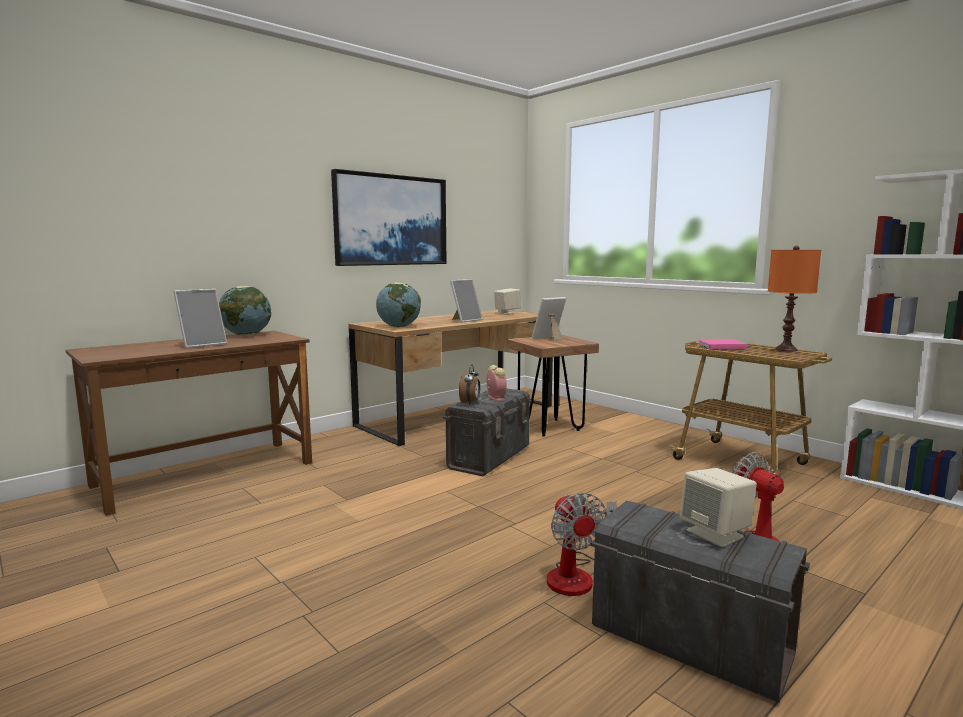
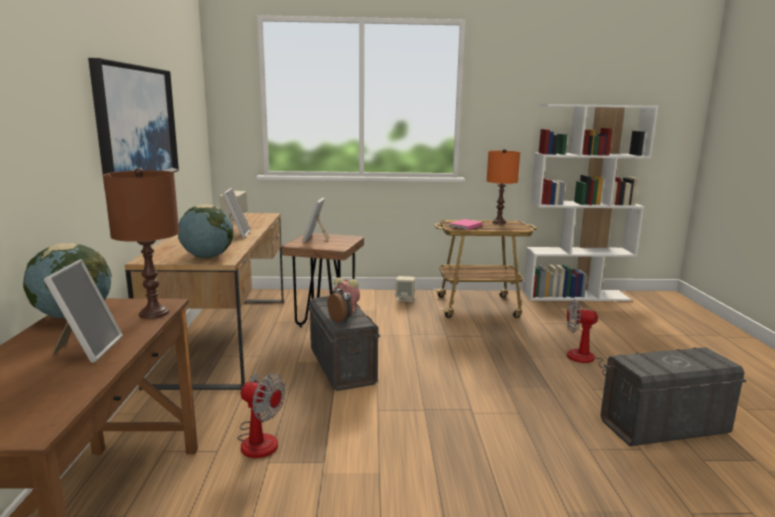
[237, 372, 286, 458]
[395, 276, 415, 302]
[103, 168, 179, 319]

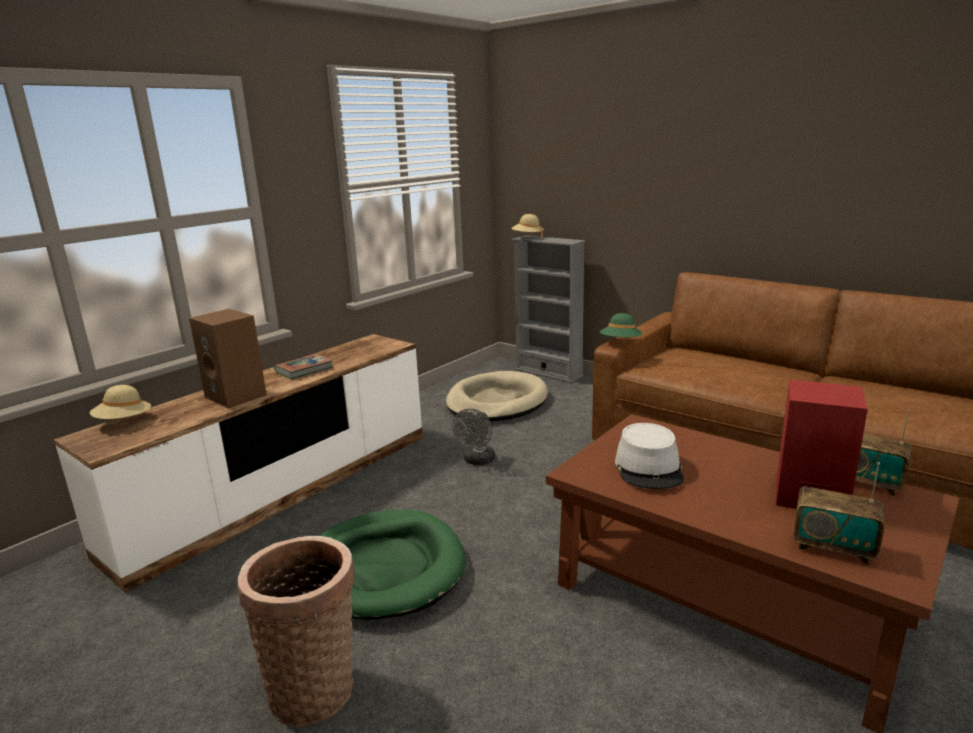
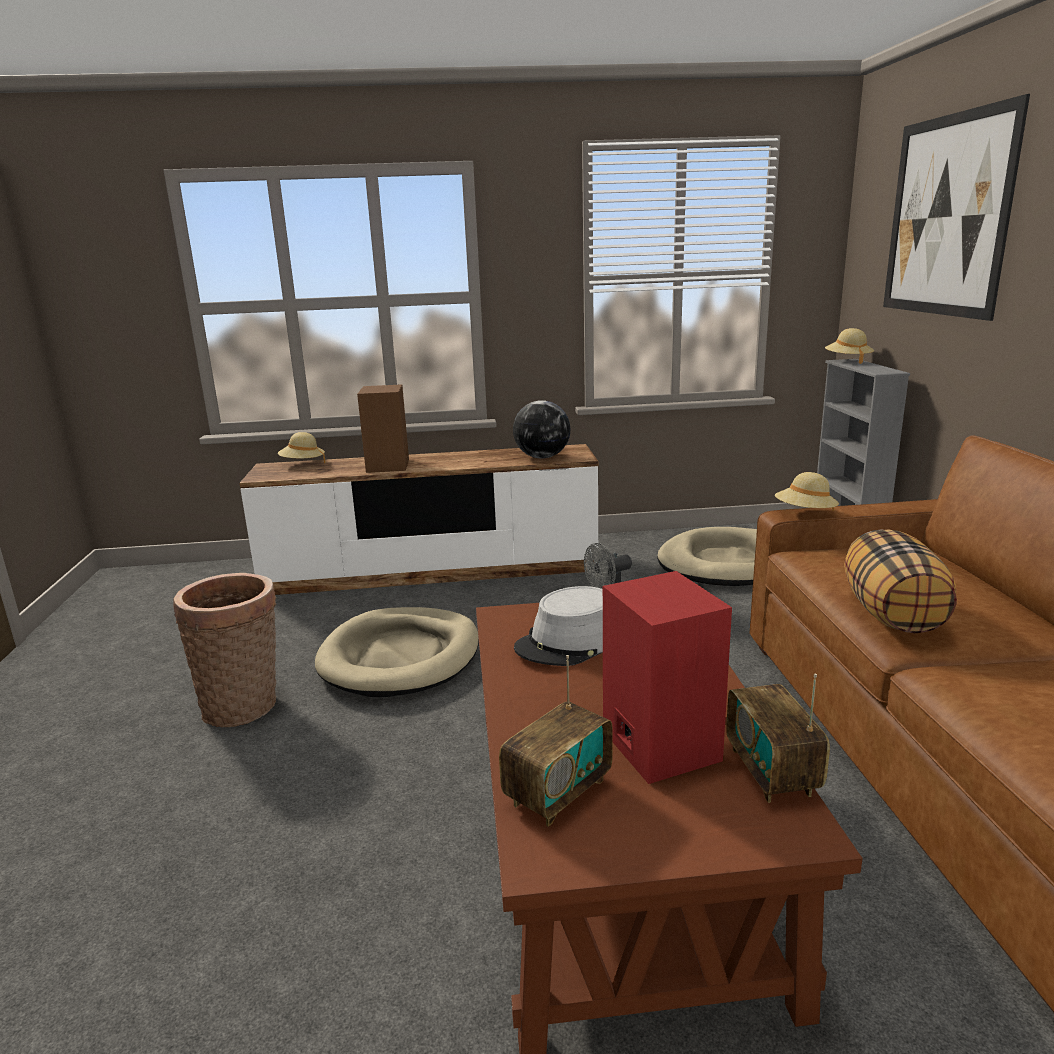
[274, 354, 333, 379] (first image)
[315, 607, 479, 697]
[775, 472, 839, 511]
[499, 655, 613, 827]
[513, 400, 570, 459]
[844, 529, 957, 633]
[883, 94, 1030, 321]

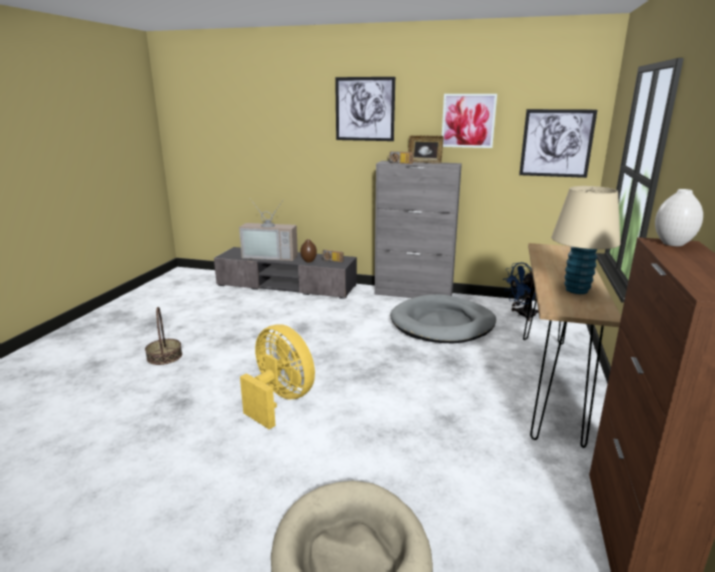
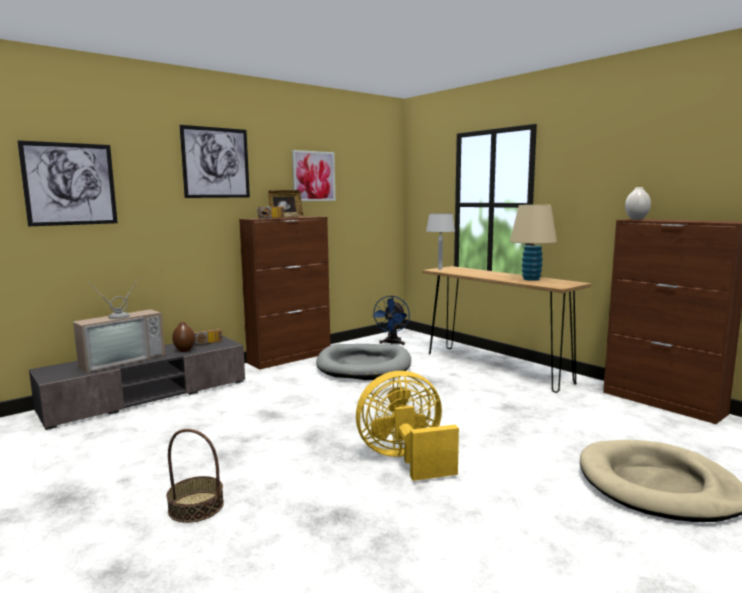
[239, 216, 331, 370]
[17, 140, 118, 226]
[426, 213, 455, 269]

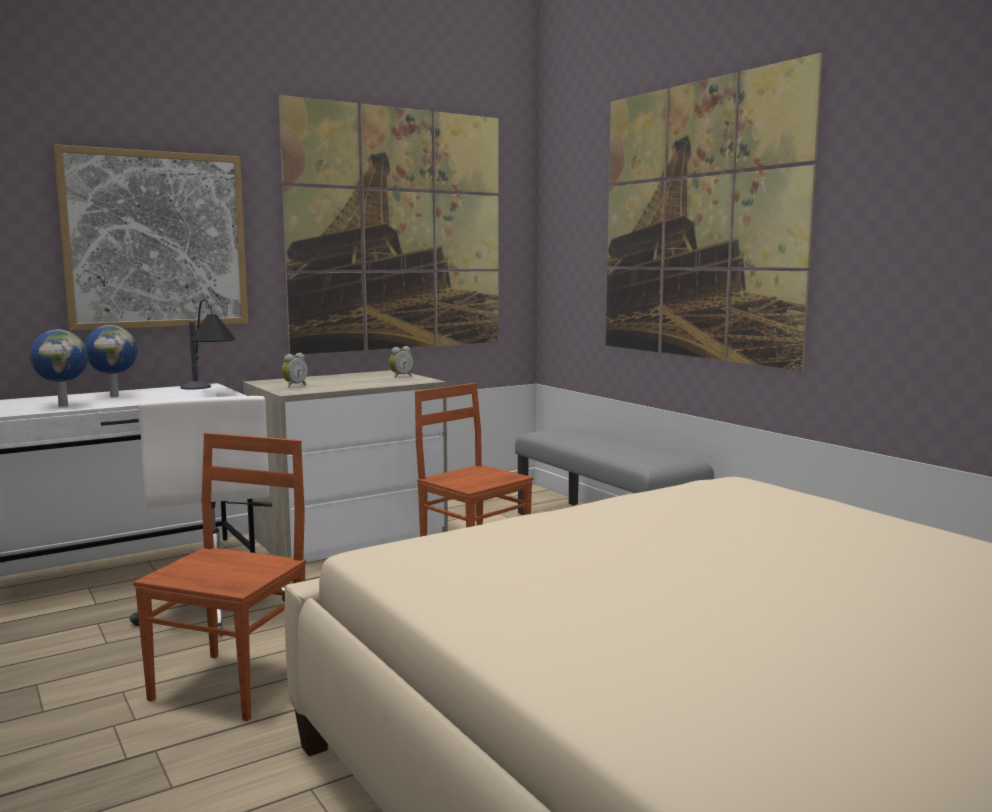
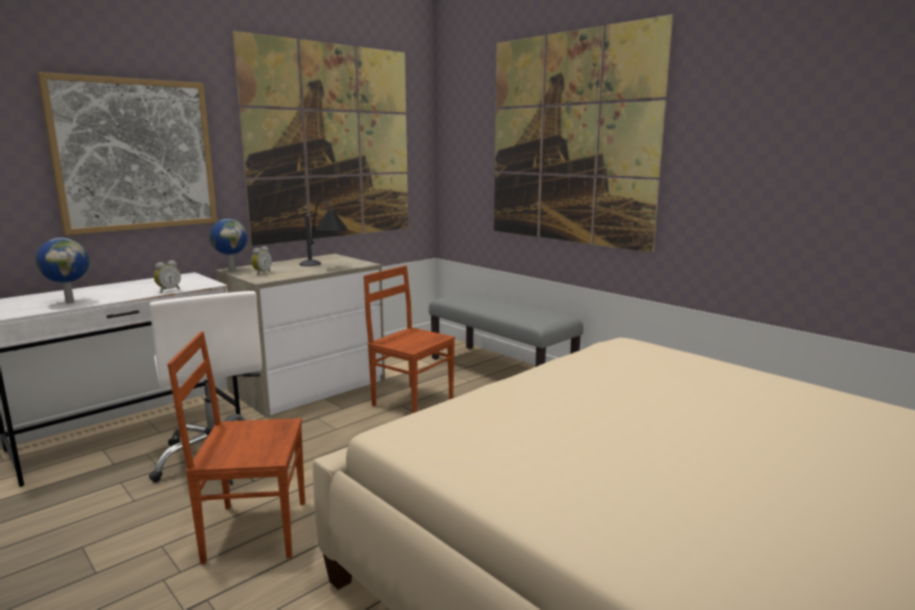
[210, 219, 248, 271]
[167, 331, 305, 564]
[299, 199, 347, 266]
[154, 260, 181, 293]

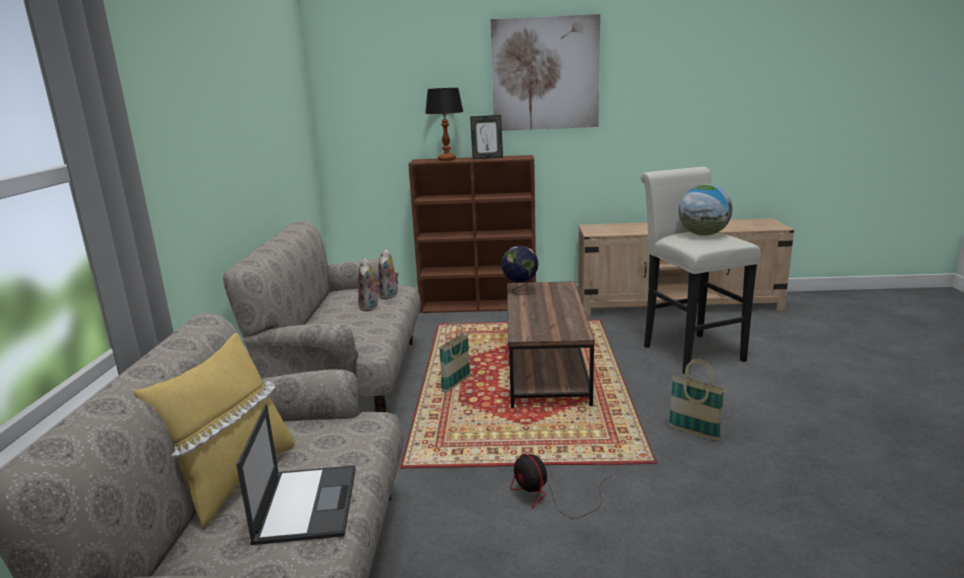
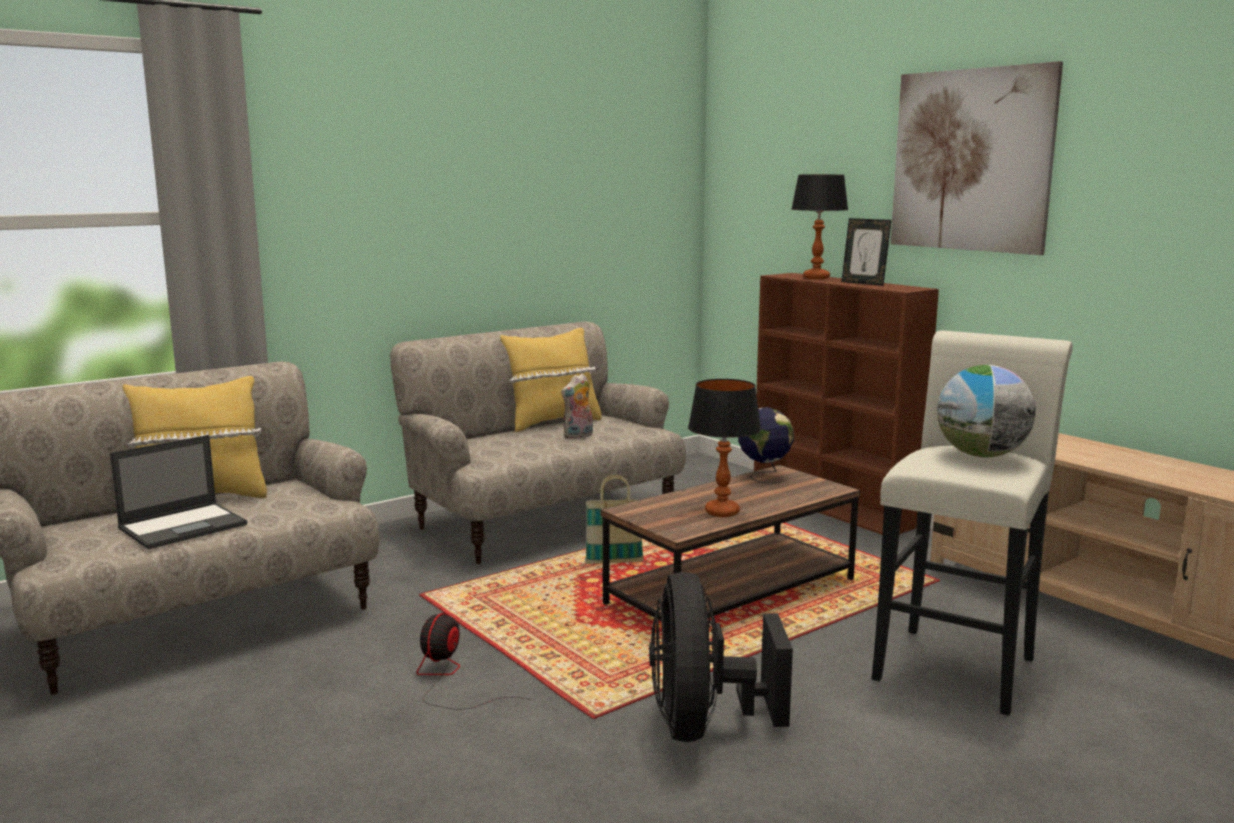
[378, 249, 399, 299] (first image)
[649, 572, 793, 742]
[500, 328, 602, 432]
[688, 379, 761, 517]

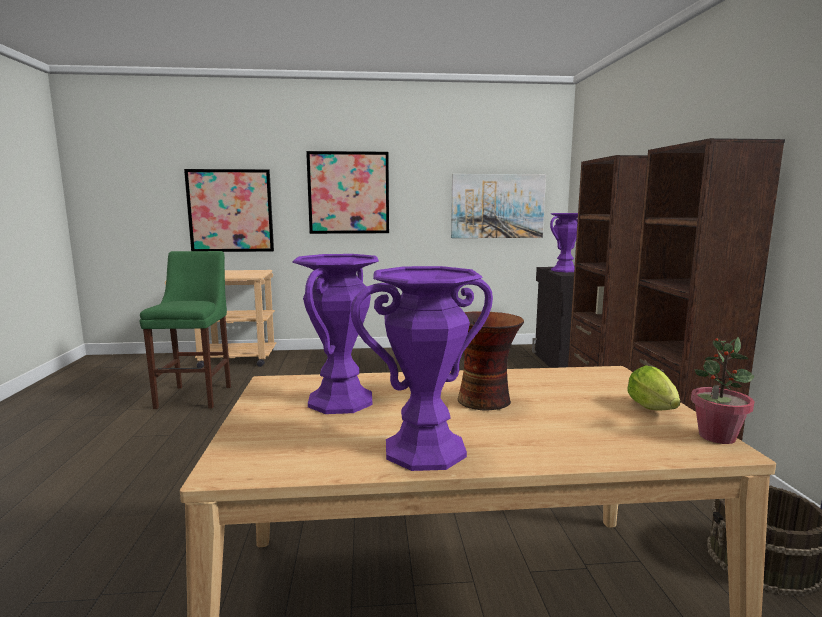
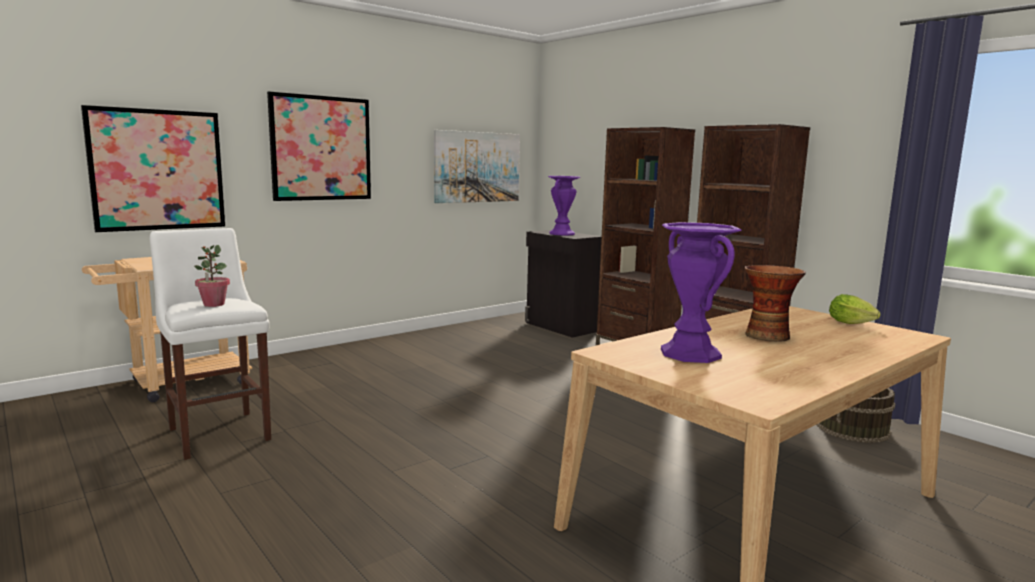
[150, 228, 271, 460]
[351, 266, 493, 471] (first image)
[194, 245, 230, 307]

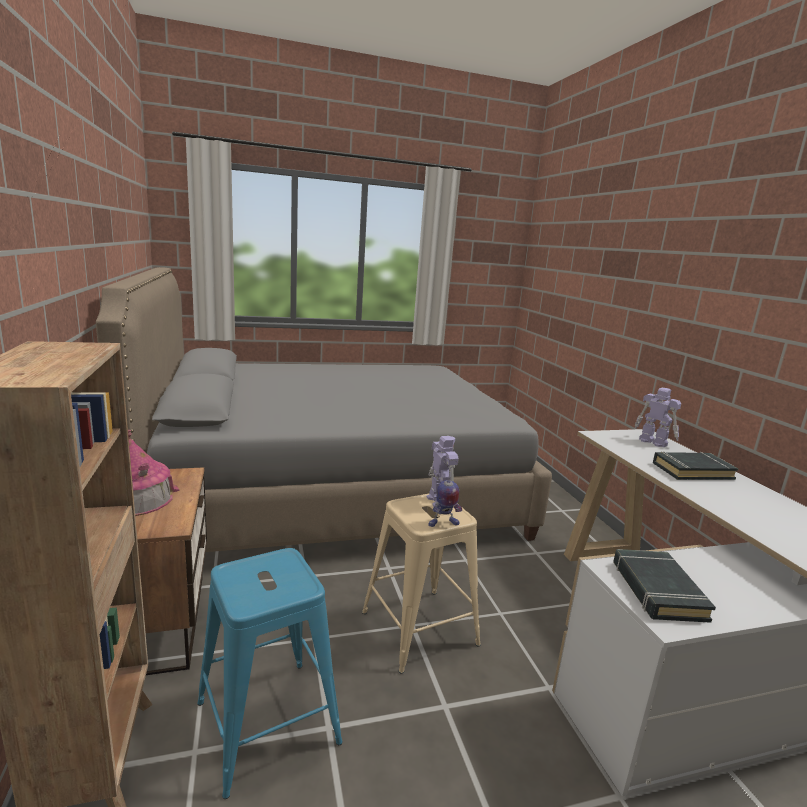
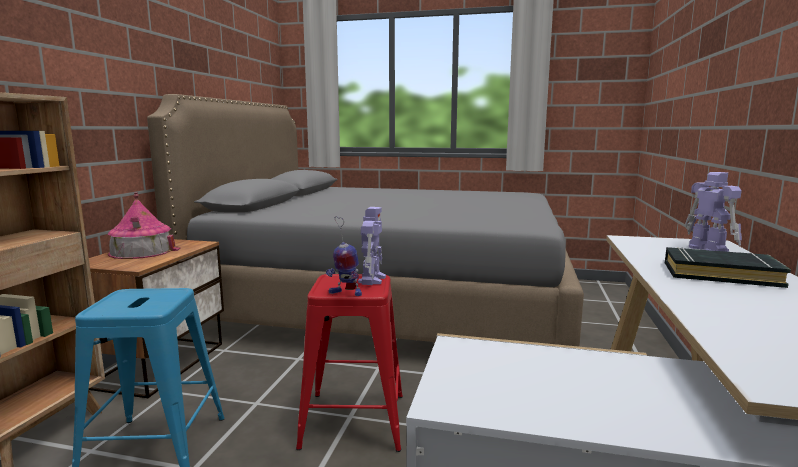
[296, 274, 403, 452]
[613, 549, 716, 623] (first image)

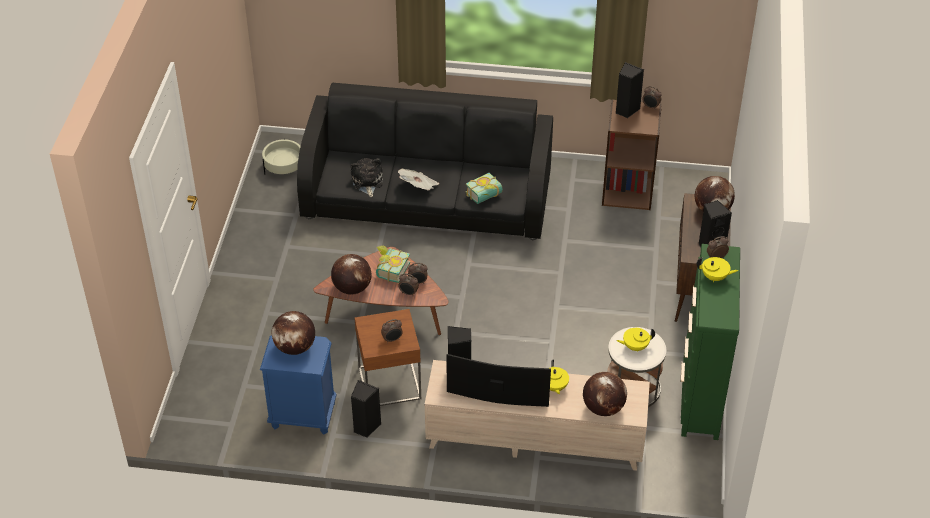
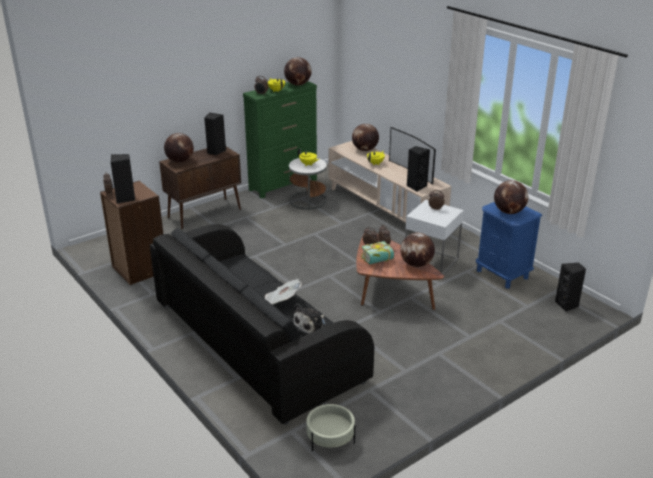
[555, 263, 586, 312]
[405, 200, 464, 275]
[466, 173, 503, 204] (first image)
[284, 57, 312, 86]

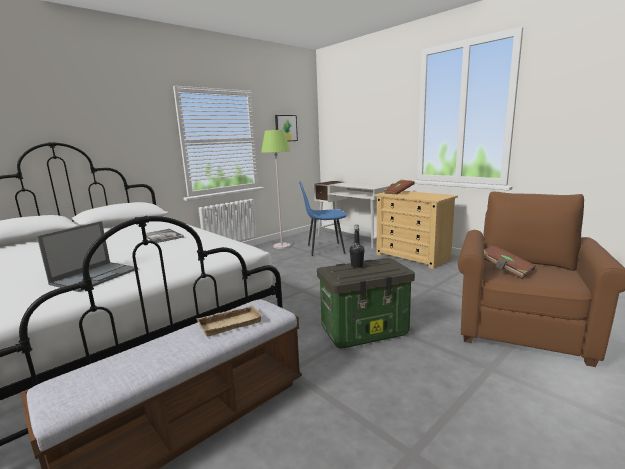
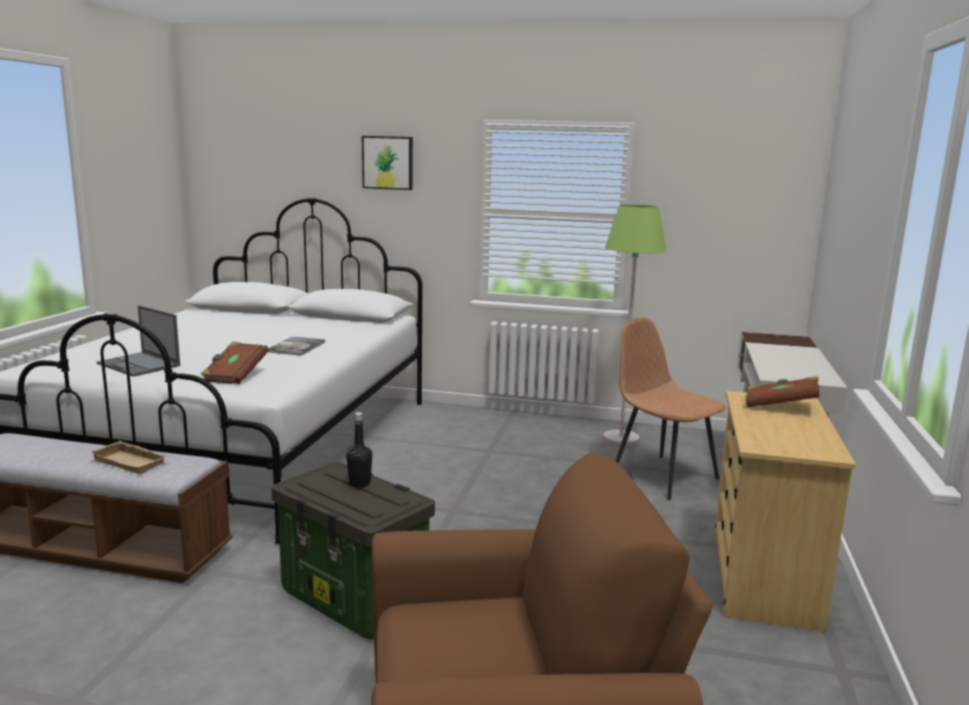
[97, 305, 180, 377]
[362, 136, 413, 190]
[615, 318, 726, 500]
[201, 341, 269, 384]

